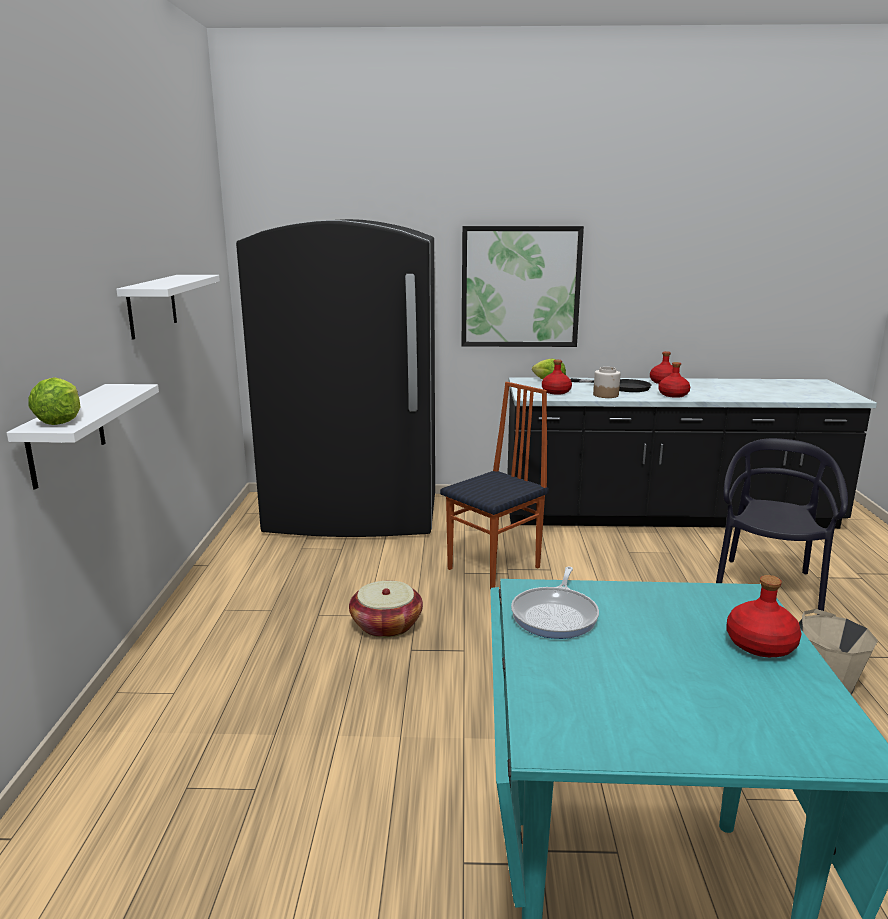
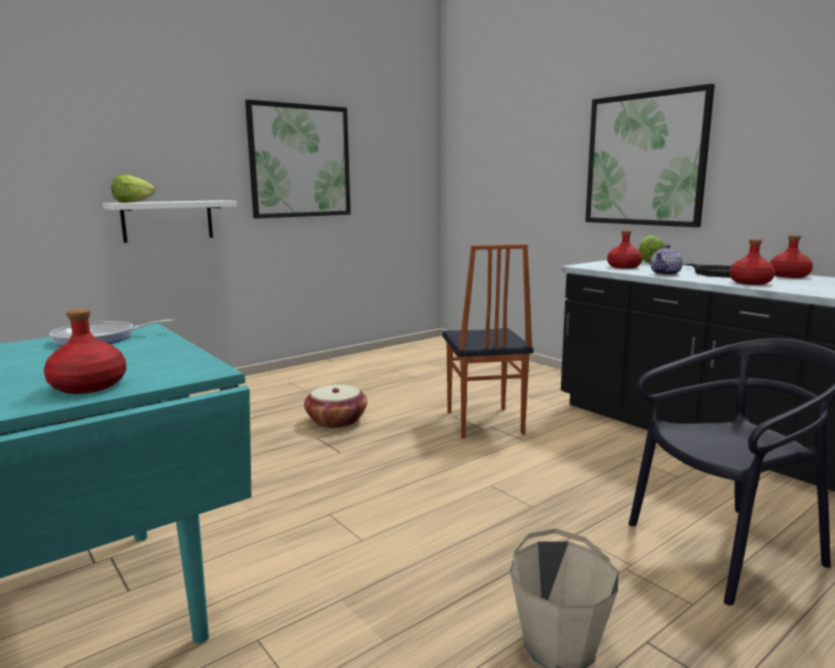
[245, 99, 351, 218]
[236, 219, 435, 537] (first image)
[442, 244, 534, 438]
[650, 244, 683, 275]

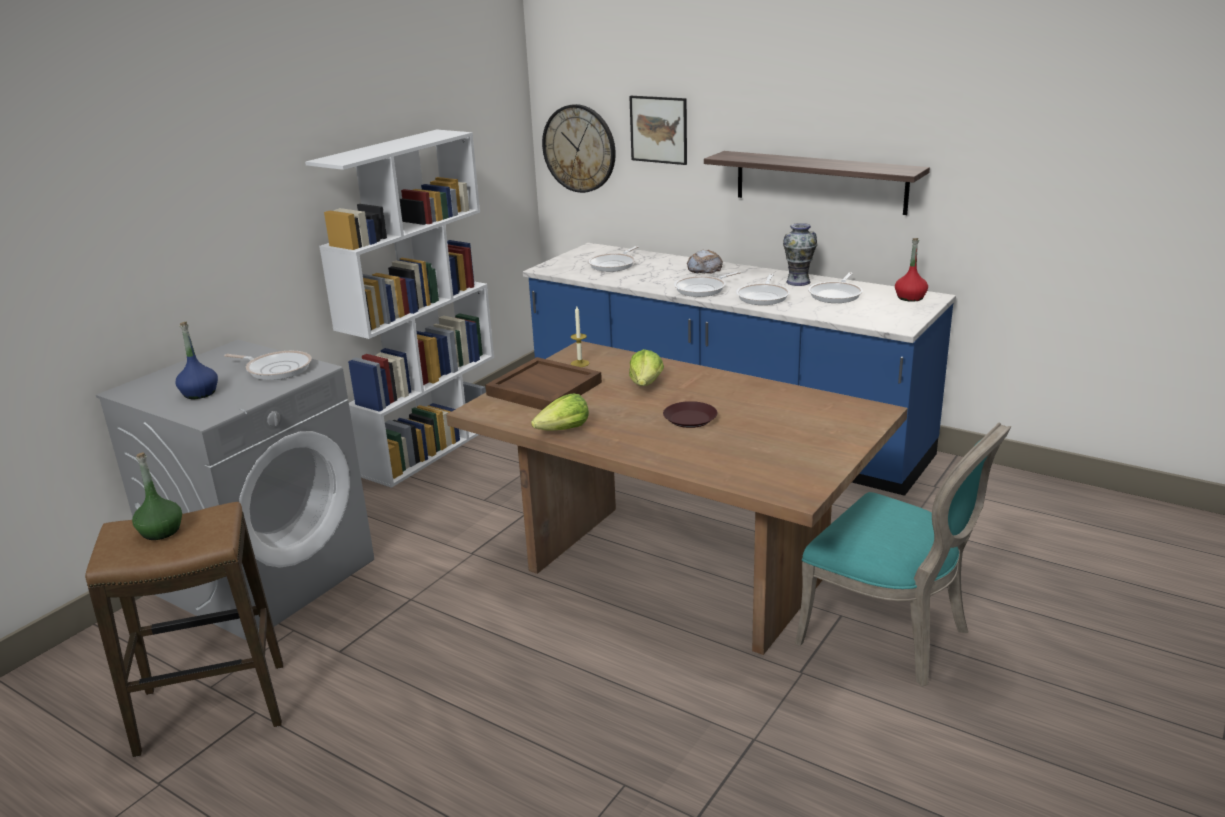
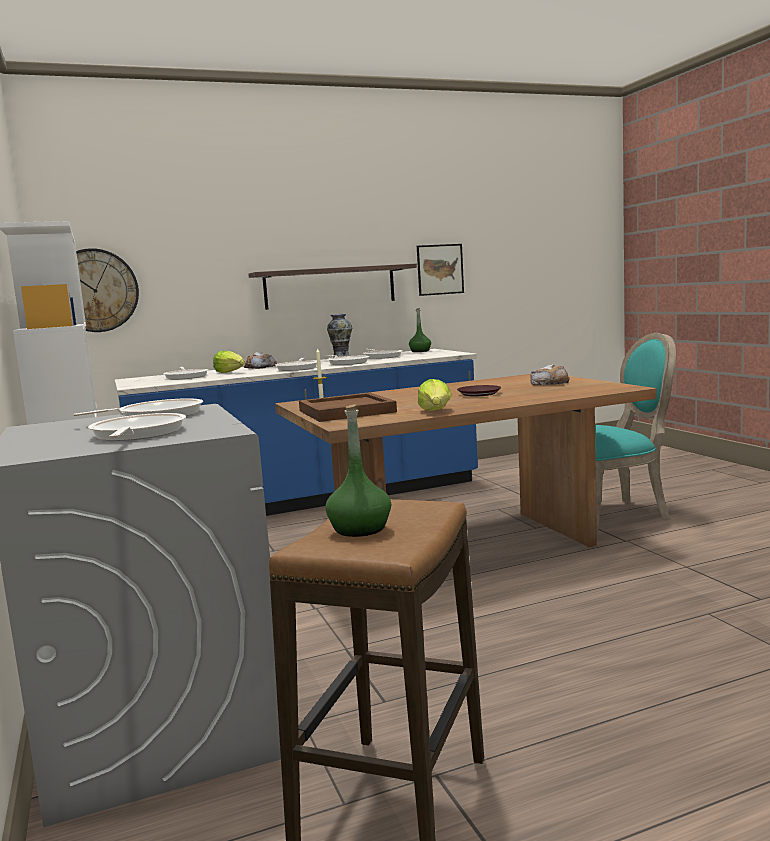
[88, 413, 186, 441]
[417, 244, 464, 296]
[213, 351, 245, 373]
[409, 308, 431, 352]
[530, 364, 570, 385]

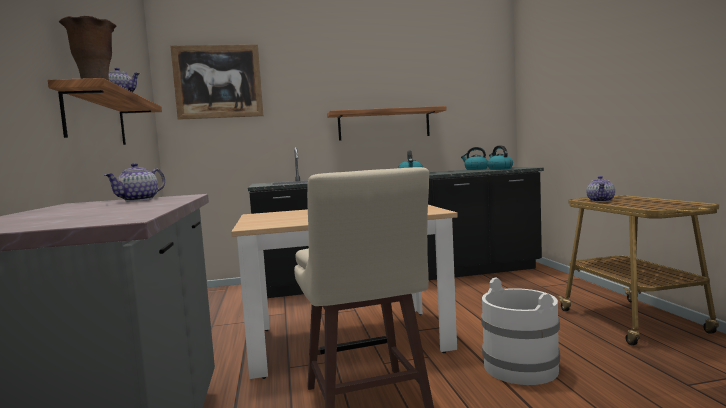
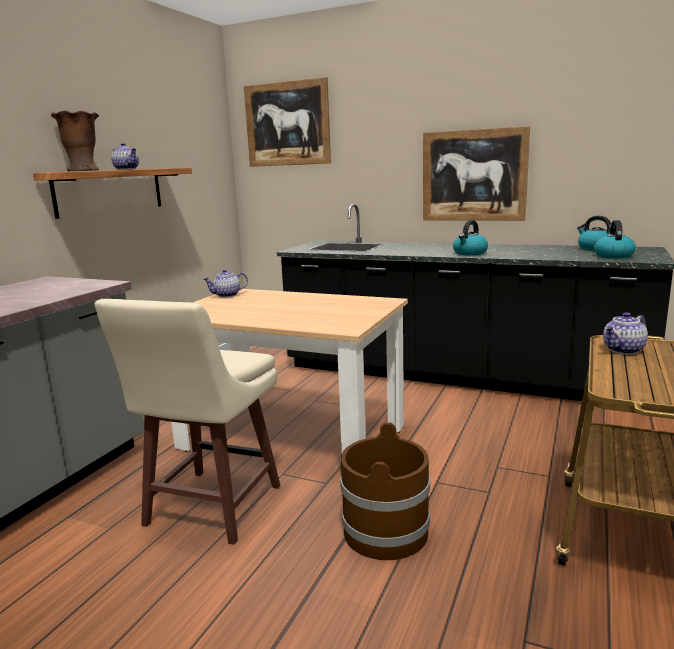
[203, 269, 248, 298]
[423, 126, 530, 221]
[340, 422, 430, 560]

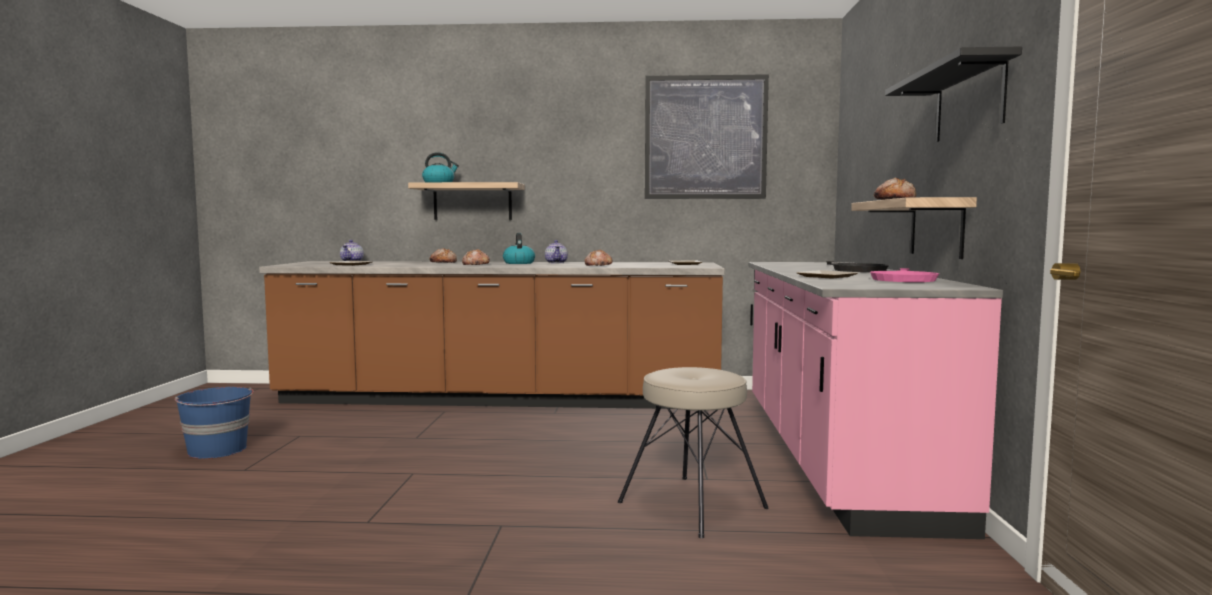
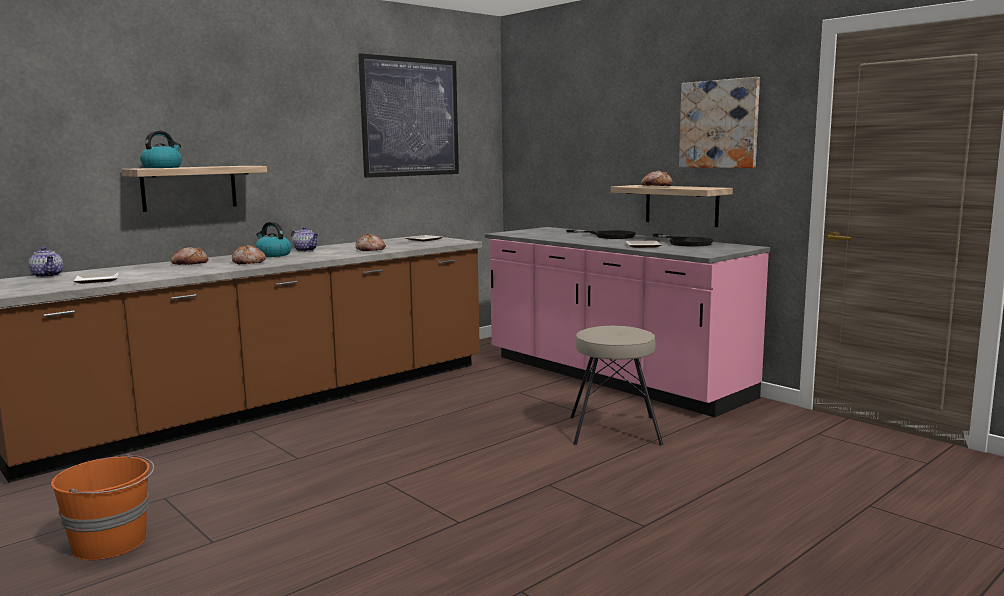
[51, 454, 154, 560]
[653, 234, 714, 247]
[679, 77, 760, 168]

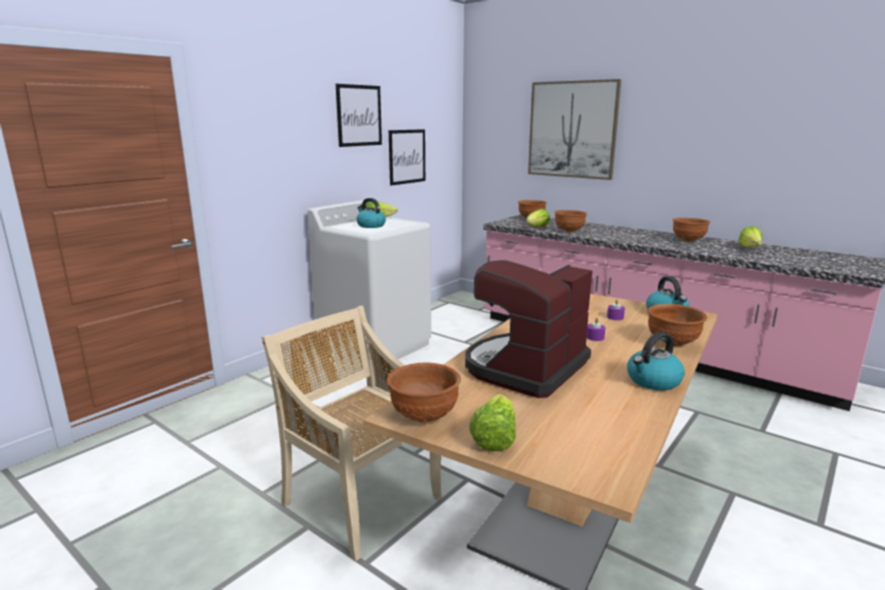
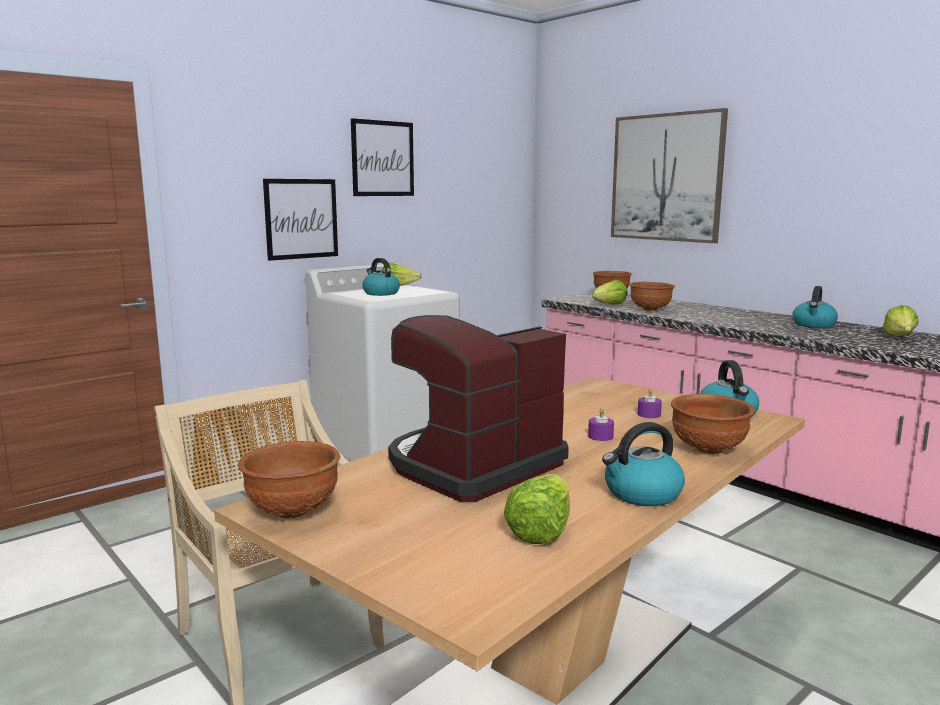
[263, 179, 338, 261]
[504, 474, 570, 544]
[793, 286, 838, 328]

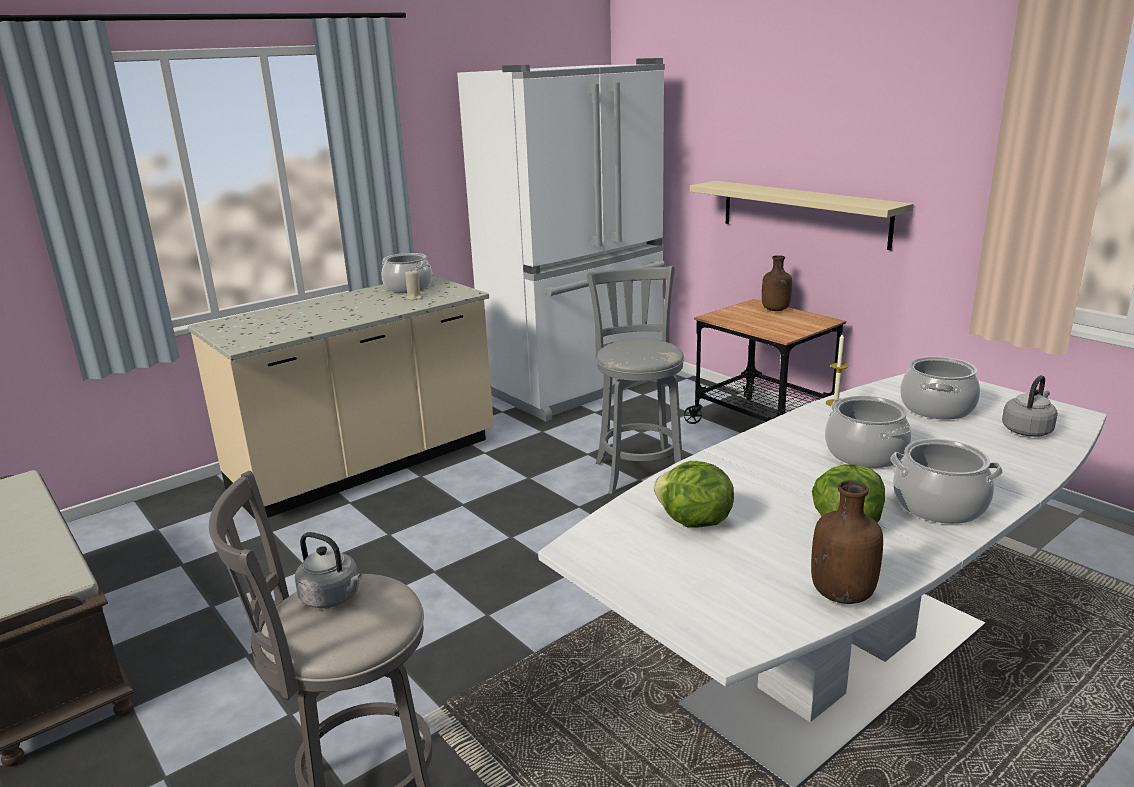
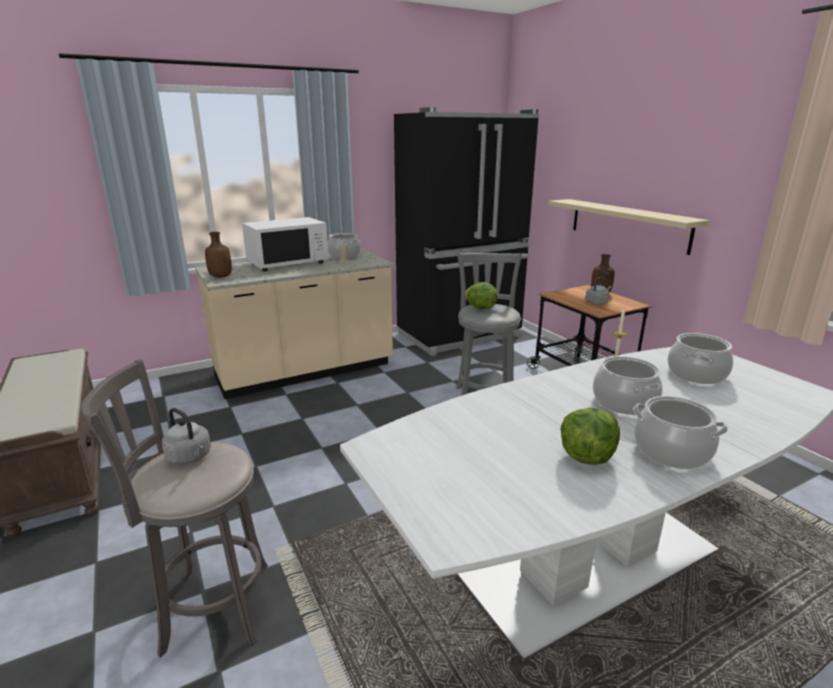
[394, 107, 539, 356]
[465, 282, 498, 309]
[205, 232, 232, 278]
[585, 276, 611, 305]
[242, 217, 329, 271]

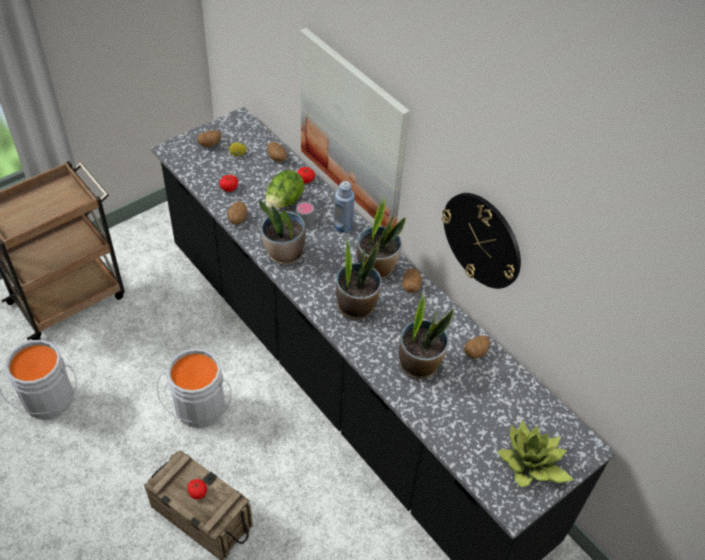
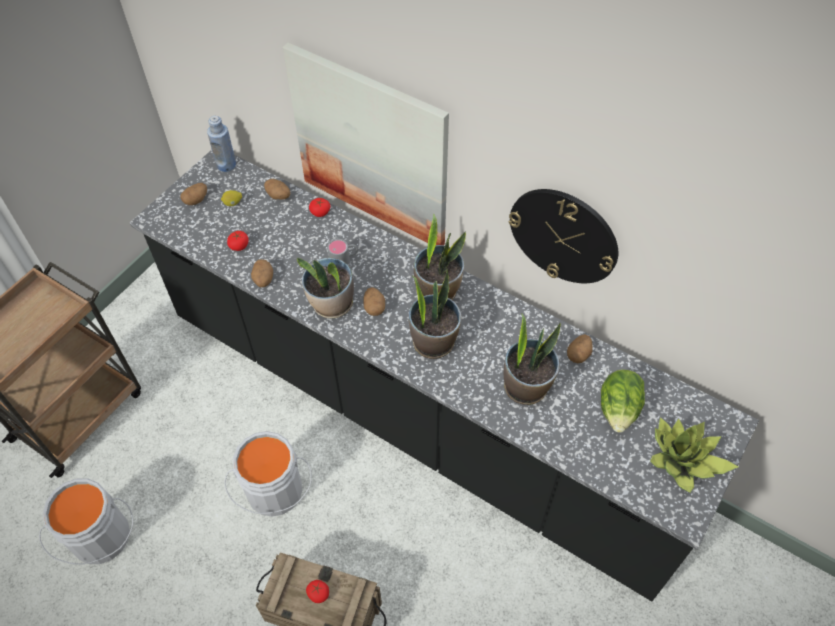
[601, 370, 645, 433]
[207, 116, 236, 172]
[363, 287, 385, 316]

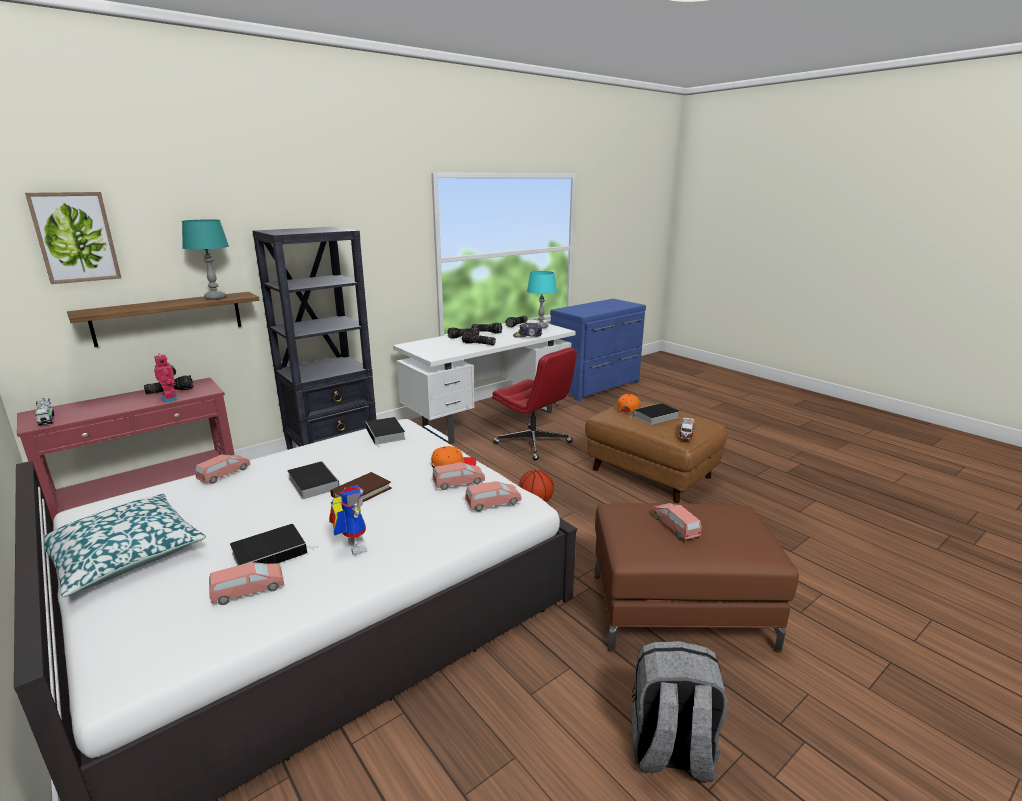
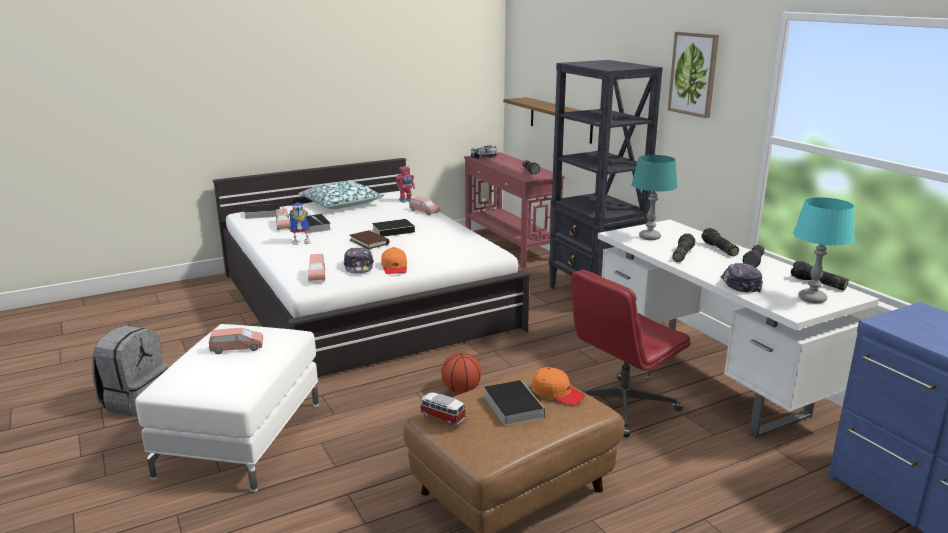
[668, 32, 719, 118]
[396, 166, 415, 203]
[631, 155, 678, 240]
[239, 204, 280, 219]
[344, 248, 374, 273]
[135, 324, 319, 492]

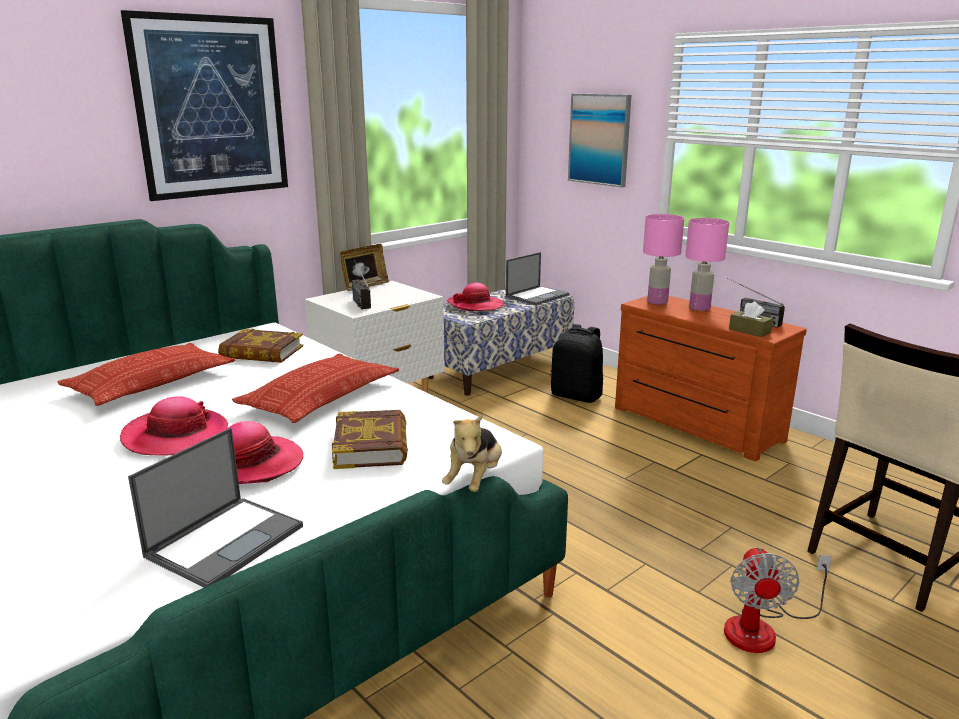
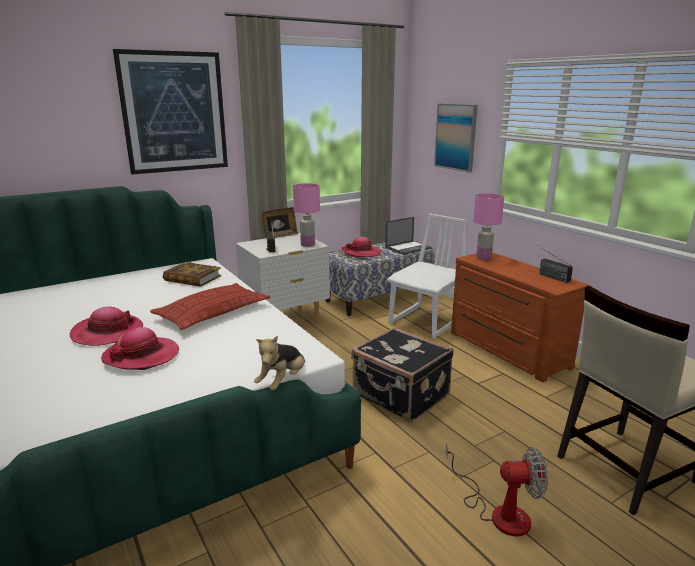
[58, 343, 235, 406] (first image)
[128, 428, 303, 588] (first image)
[332, 410, 408, 469] (first image)
[387, 214, 467, 338]
[293, 183, 320, 247]
[446, 443, 548, 537]
[729, 302, 773, 337] (first image)
[351, 327, 454, 422]

